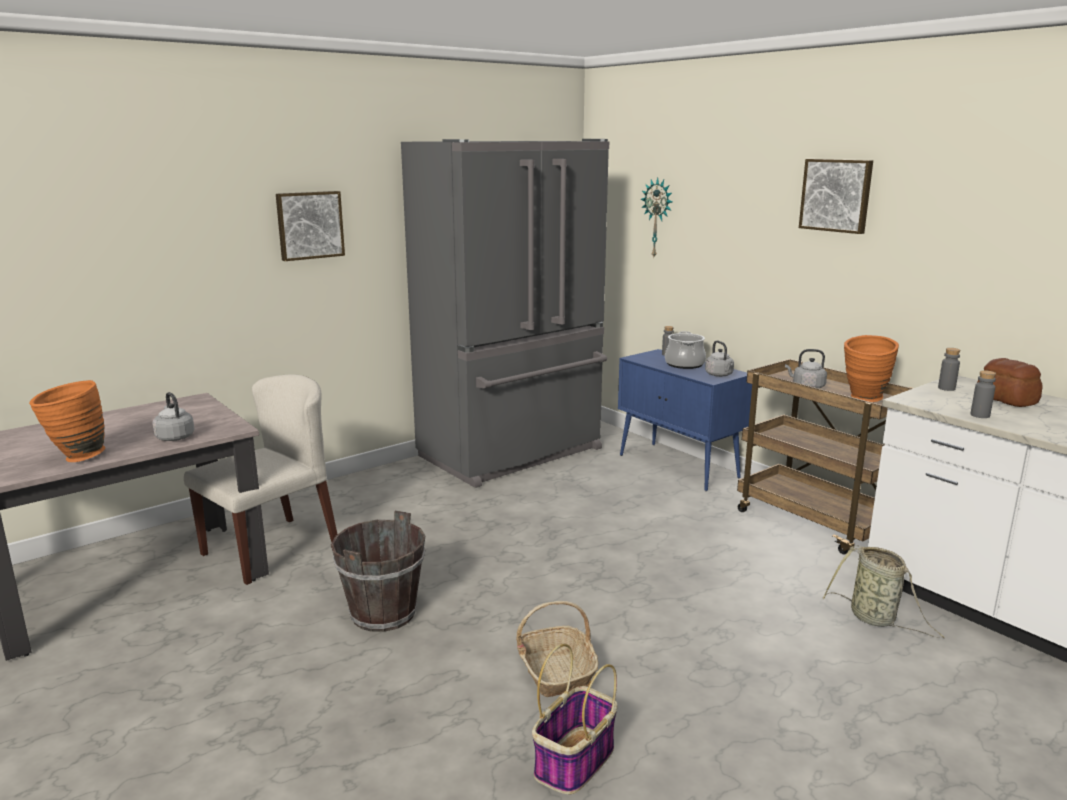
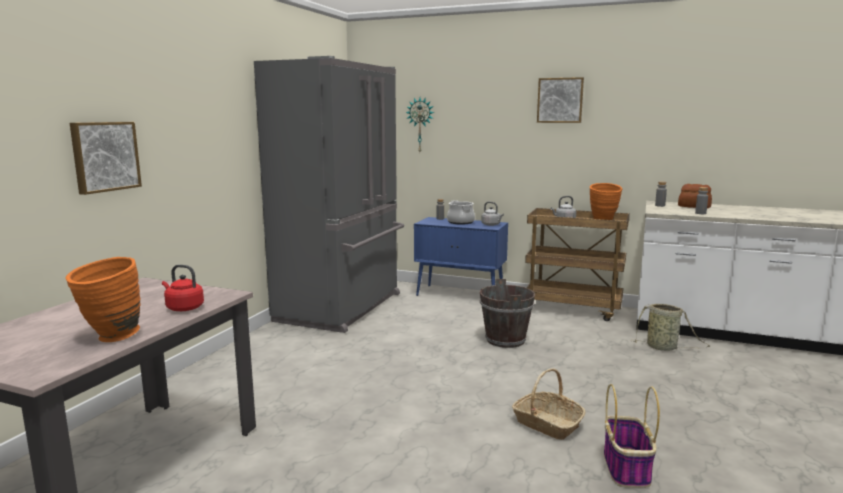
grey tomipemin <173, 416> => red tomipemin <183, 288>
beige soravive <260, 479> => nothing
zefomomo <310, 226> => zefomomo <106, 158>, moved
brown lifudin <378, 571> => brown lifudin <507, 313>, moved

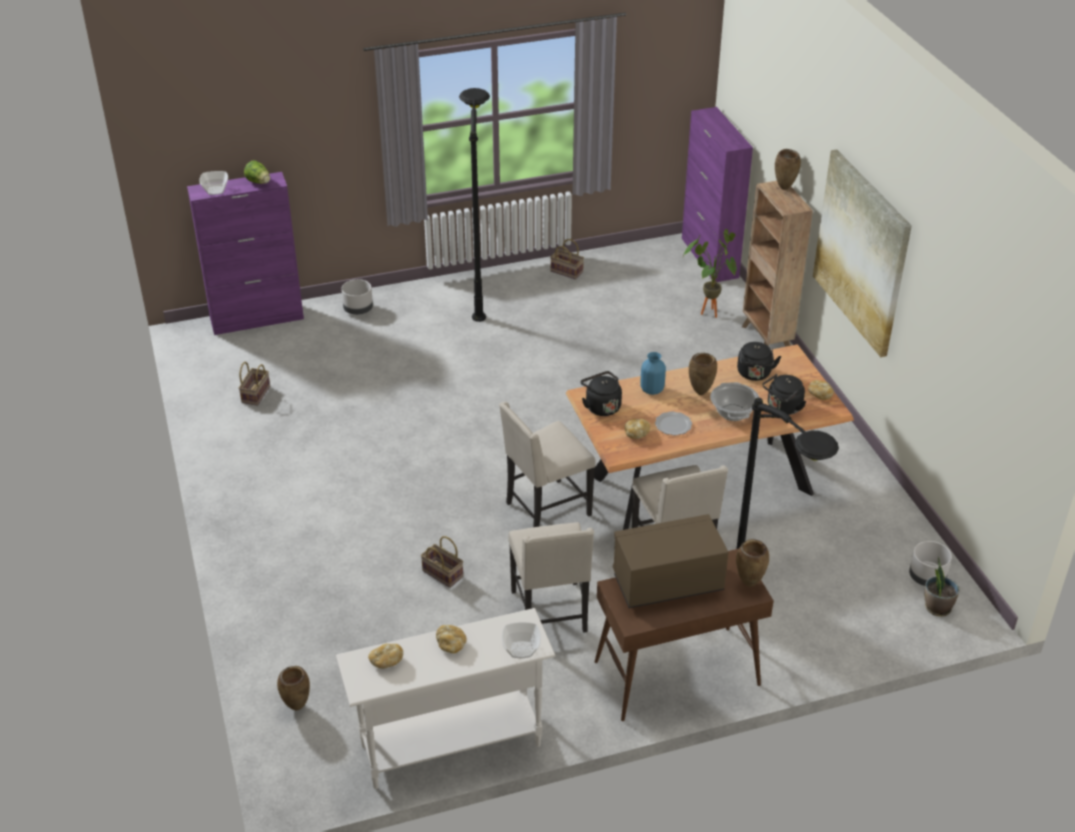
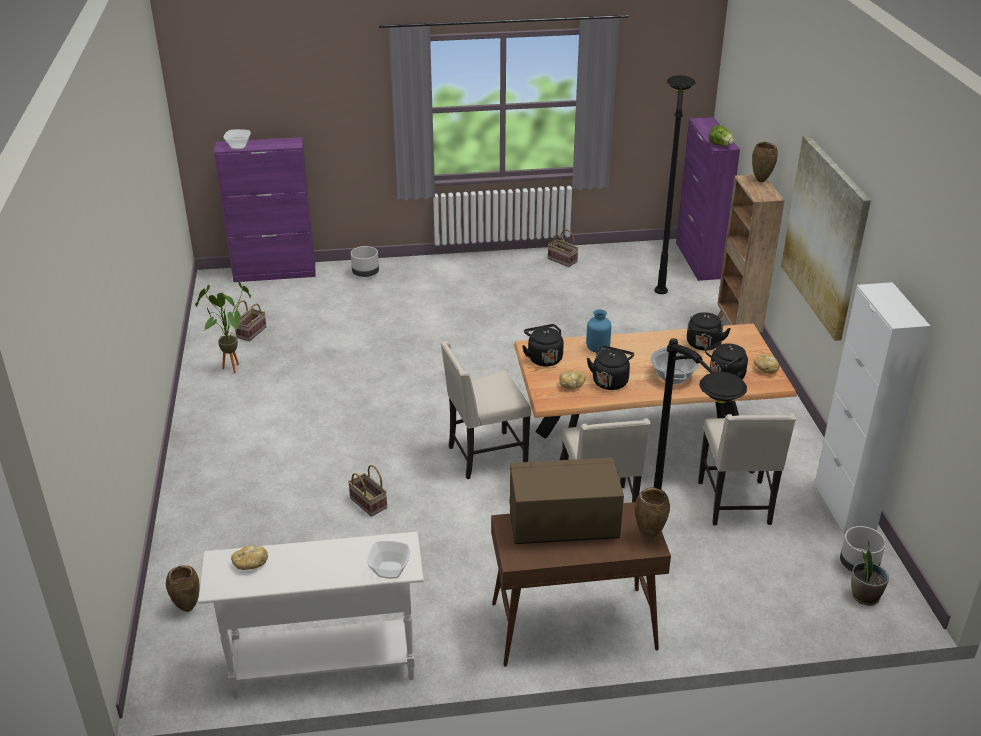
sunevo <257, 172> => sunevo <721, 135>, moved
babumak <451, 639> => nothing
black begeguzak <474, 205> => black begeguzak <675, 184>, moved
beige soravive <551, 577> => beige soravive <747, 469>, moved
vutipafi <673, 423> => black tomipemin <610, 368>
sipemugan <710, 273> => sipemugan <223, 328>, moved
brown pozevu <703, 374> => nothing
nothing => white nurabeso <872, 408>

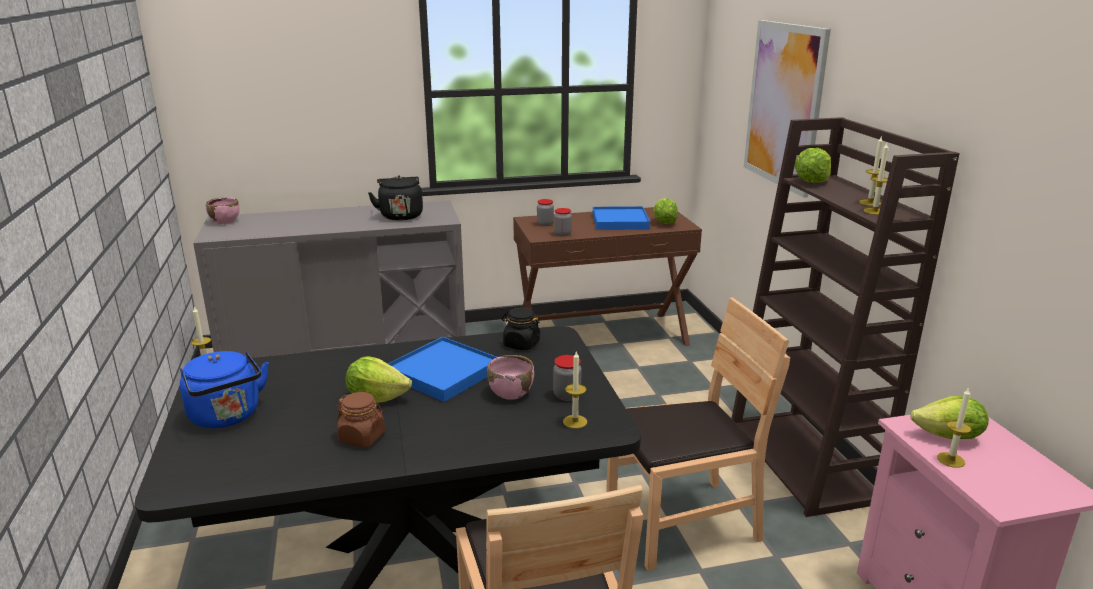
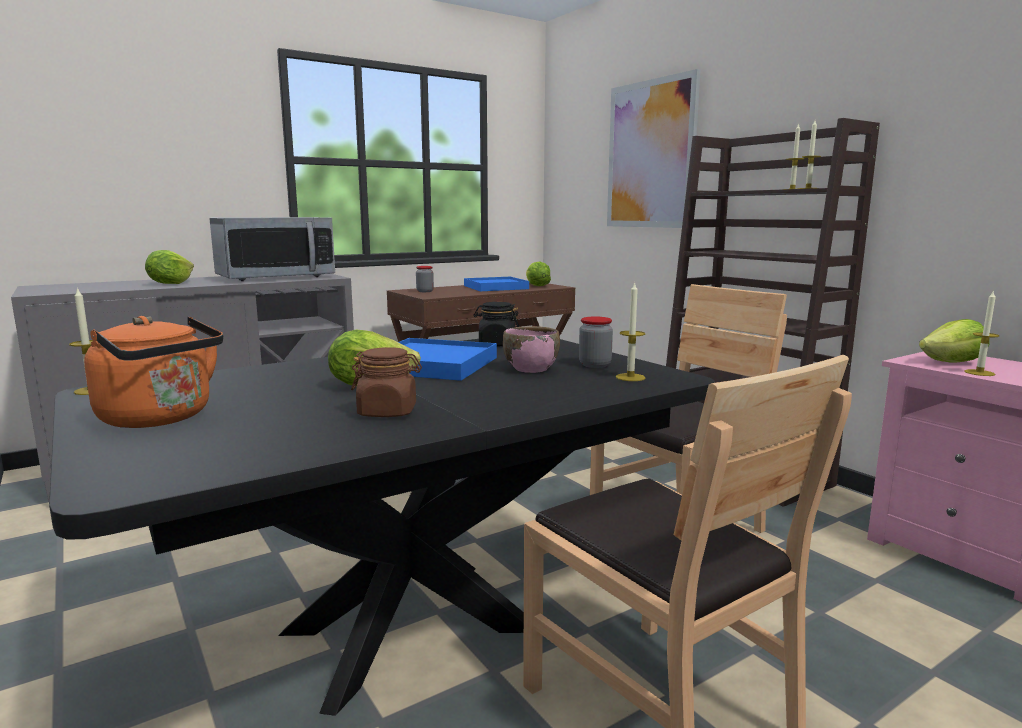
blue tomipemin <224, 389> => orange tomipemin <153, 372>
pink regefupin <222, 210> => nothing
black tomipemin <395, 198> => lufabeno <272, 249>
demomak <563, 222> => nothing
sunevo <812, 165> => sunevo <169, 267>, moved

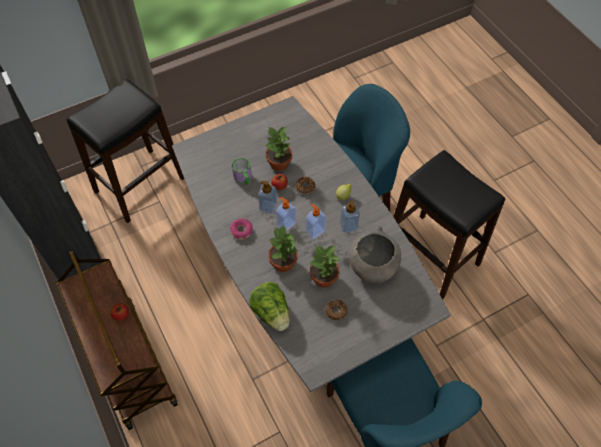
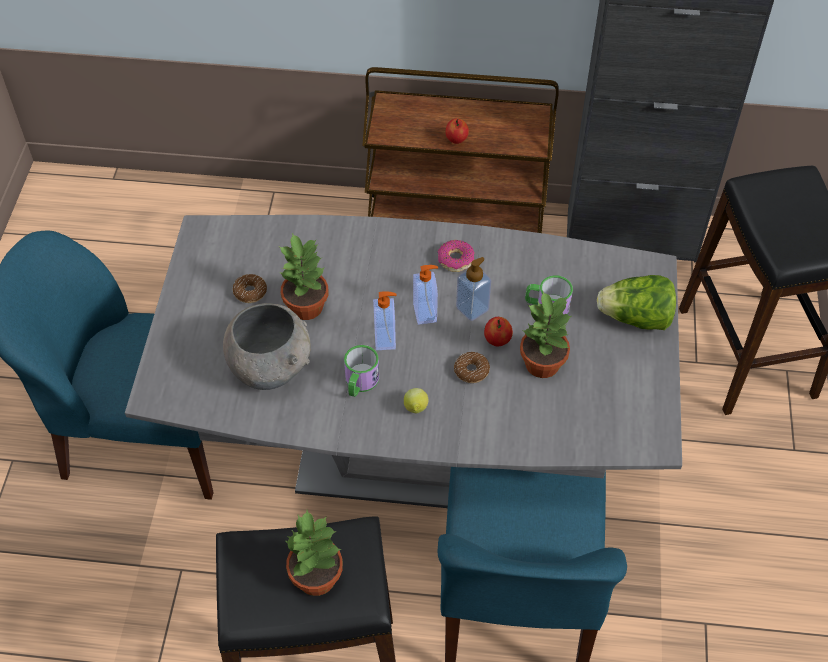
sunevo <269, 306> => sunevo <636, 302>, moved
sipemugan <283, 248> => sipemugan <314, 553>, moved
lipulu <350, 217> => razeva <361, 371>

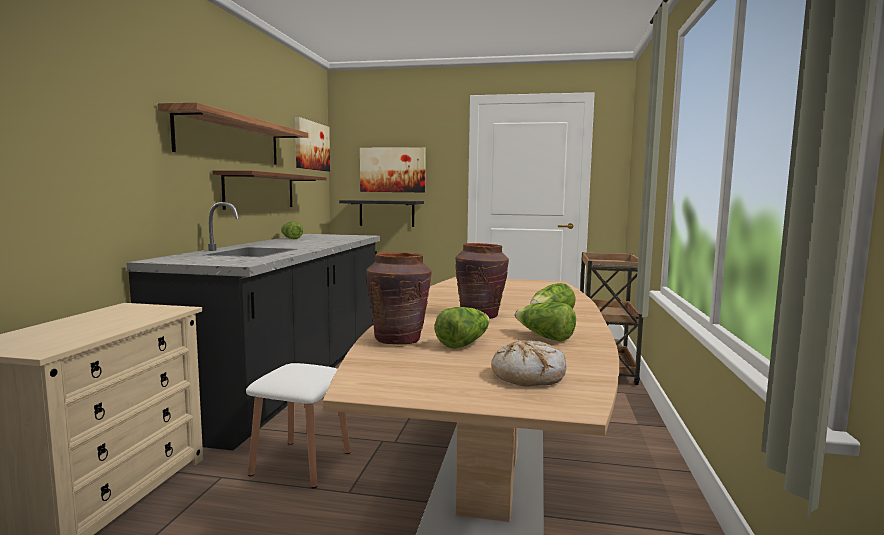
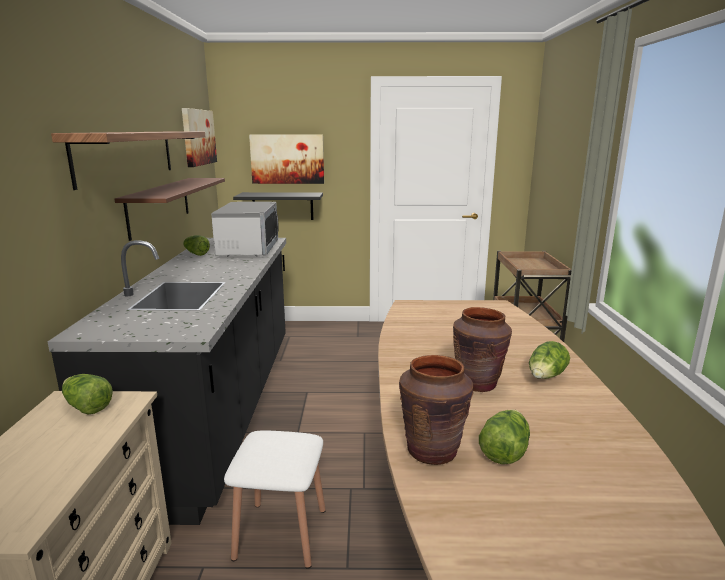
babumak <528, 363> => nothing
sunevo <545, 322> => sunevo <87, 394>, moved
nothing => lufabeno <245, 229>

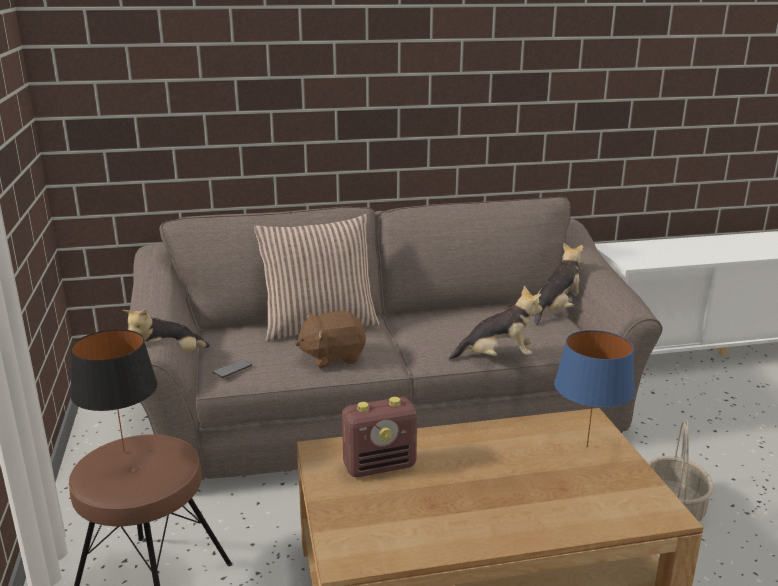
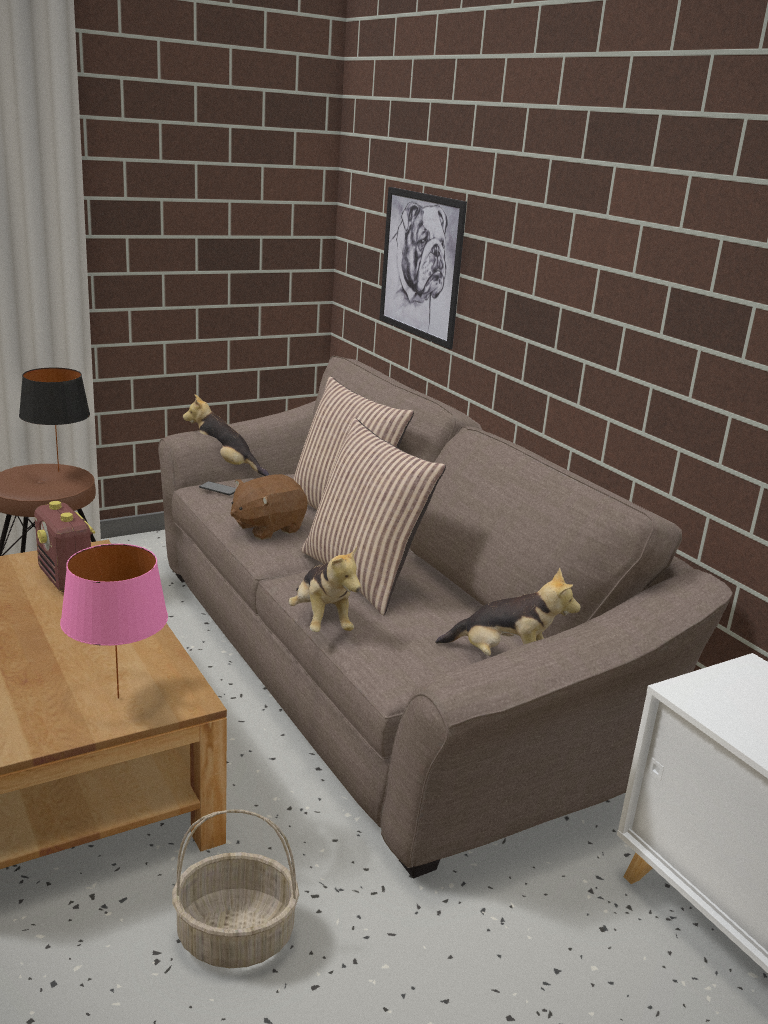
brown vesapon <330, 340> => brown vesapon <269, 507>, 90 degrees counterclockwise
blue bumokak <594, 388> => pink bumokak <114, 621>
nothing => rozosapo <373, 516>
nothing => zefomomo <423, 268>

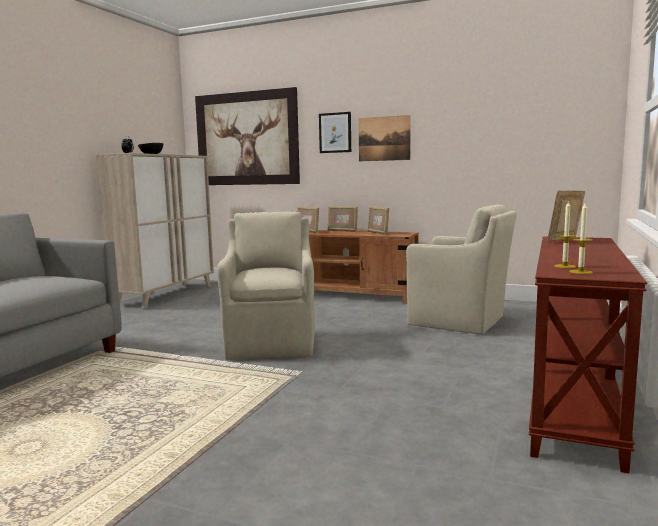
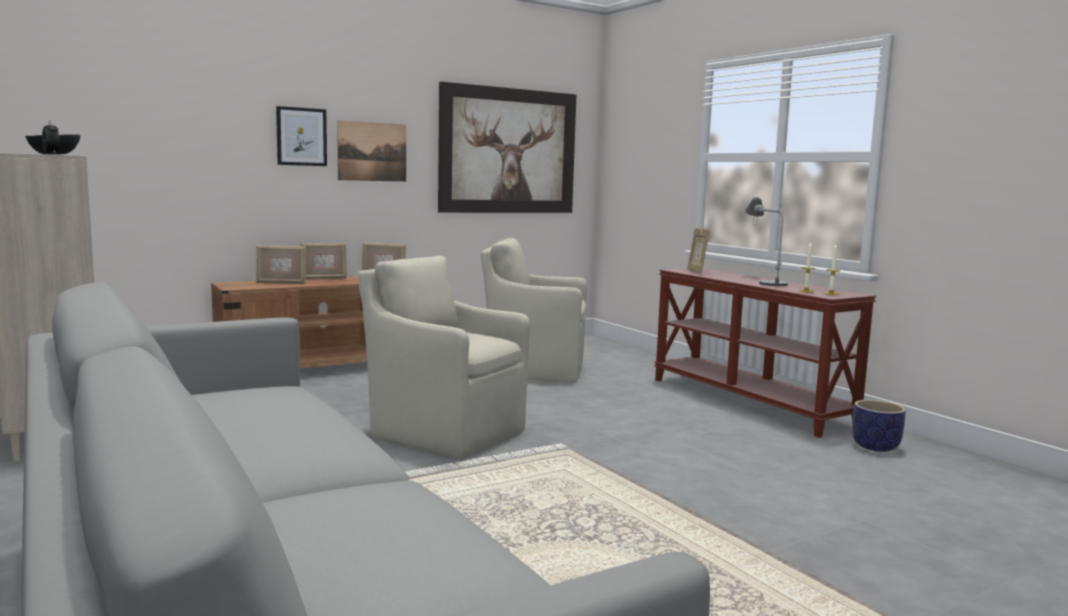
zefomomo <247, 136> => zefomomo <507, 147>, moved
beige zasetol <461, 270> => beige zasetol <534, 310>, 150 degrees counterclockwise
nothing => bumokak <766, 241>
nothing => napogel <879, 426>

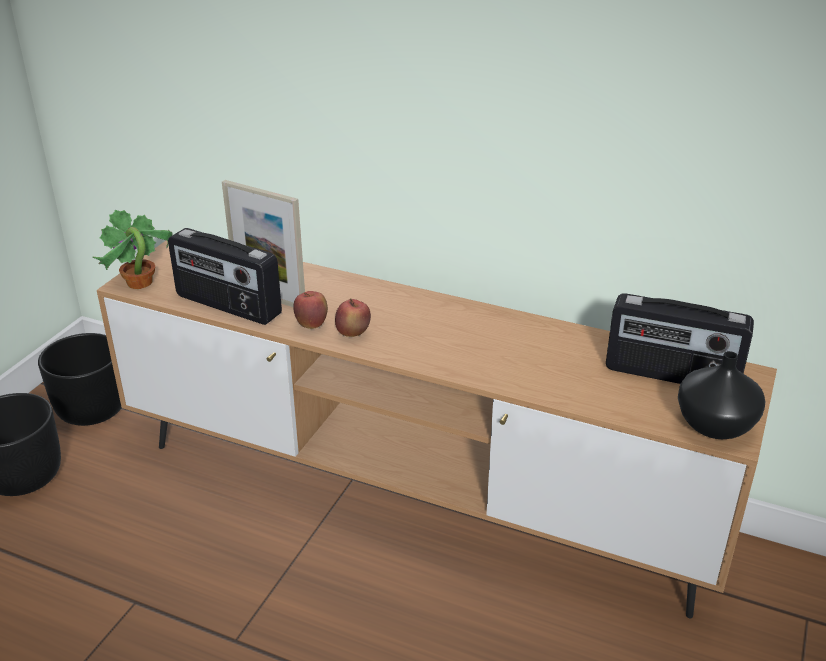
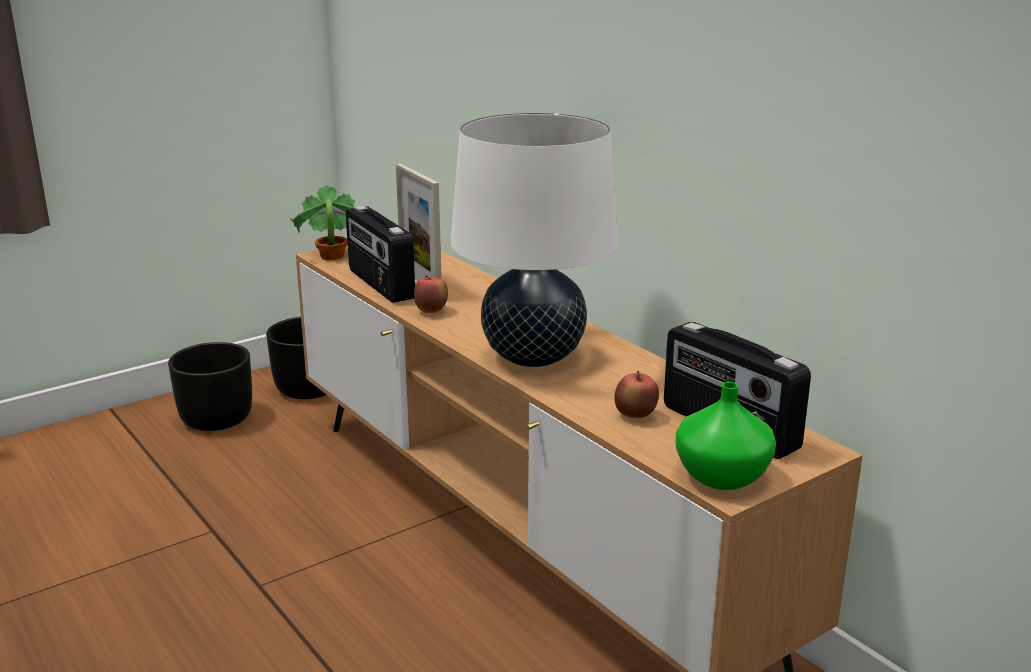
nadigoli <353, 318> => nadigoli <637, 394>, moved
black pozevu <721, 395> => green pozevu <726, 436>
nothing => white bumokak <534, 240>

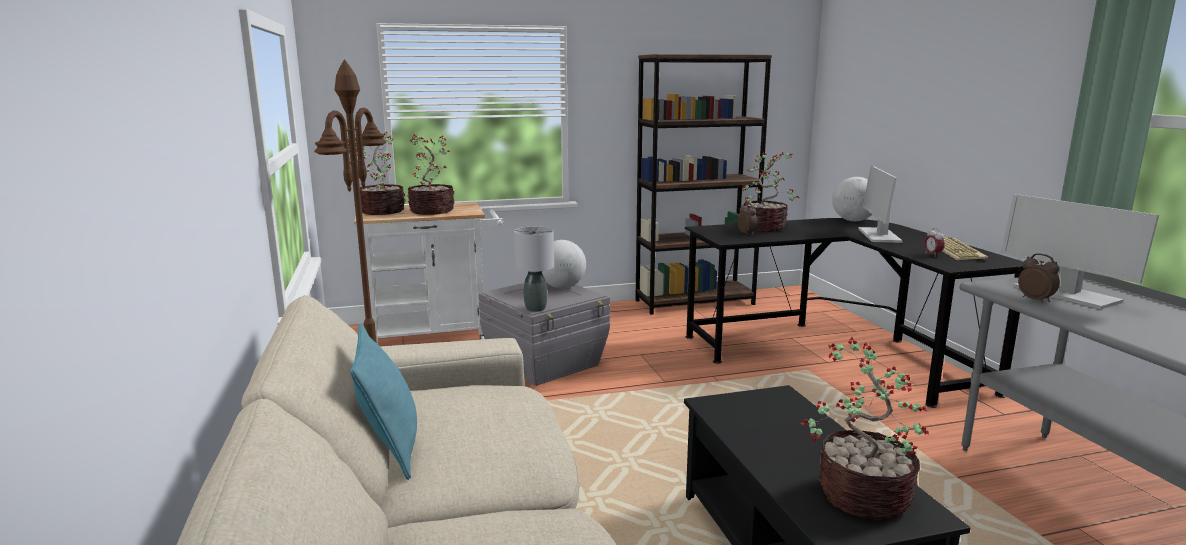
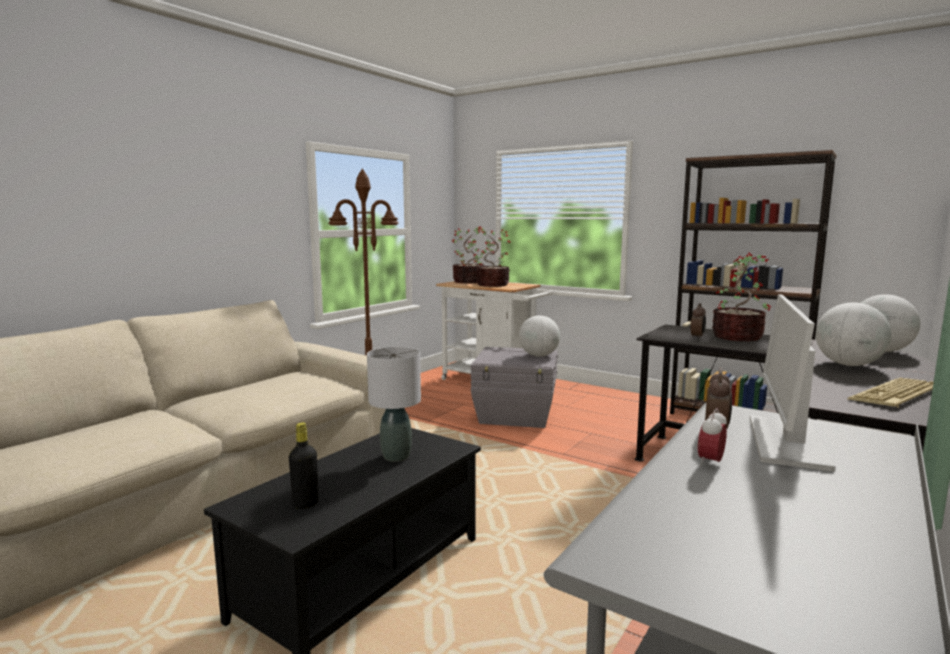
turquoise rozosapo <383, 401> => nothing
grey bumokak <534, 269> => grey bumokak <394, 404>, moved
sipemugan <864, 428> => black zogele <304, 465>
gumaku <880, 204> => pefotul <854, 334>
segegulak <934, 242> => segegulak <712, 437>, moved

